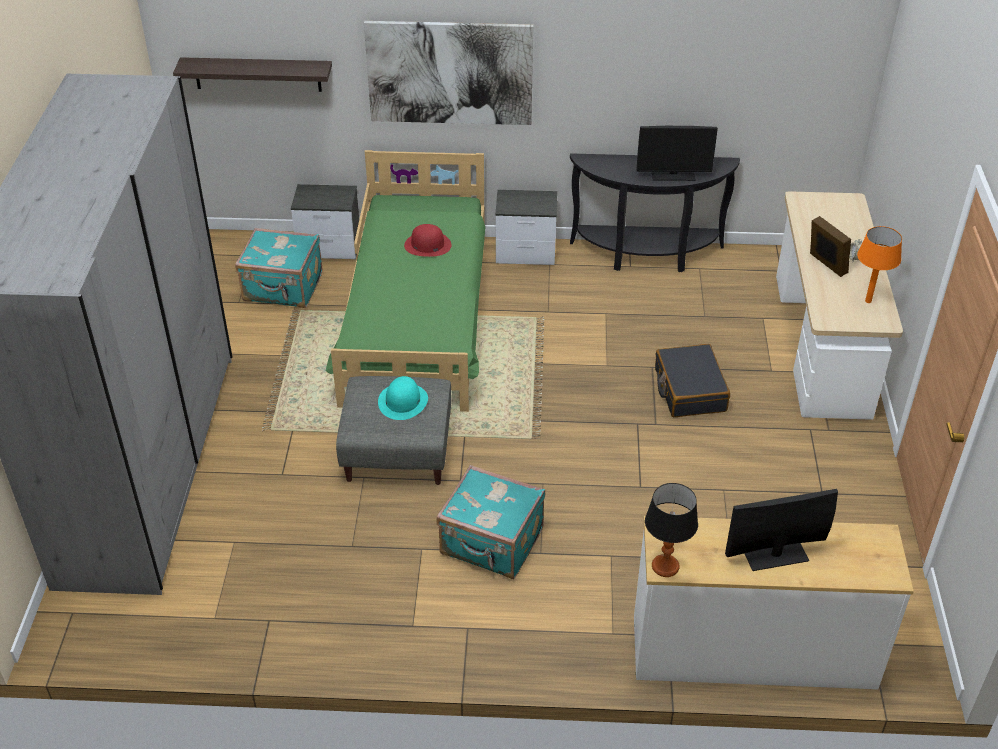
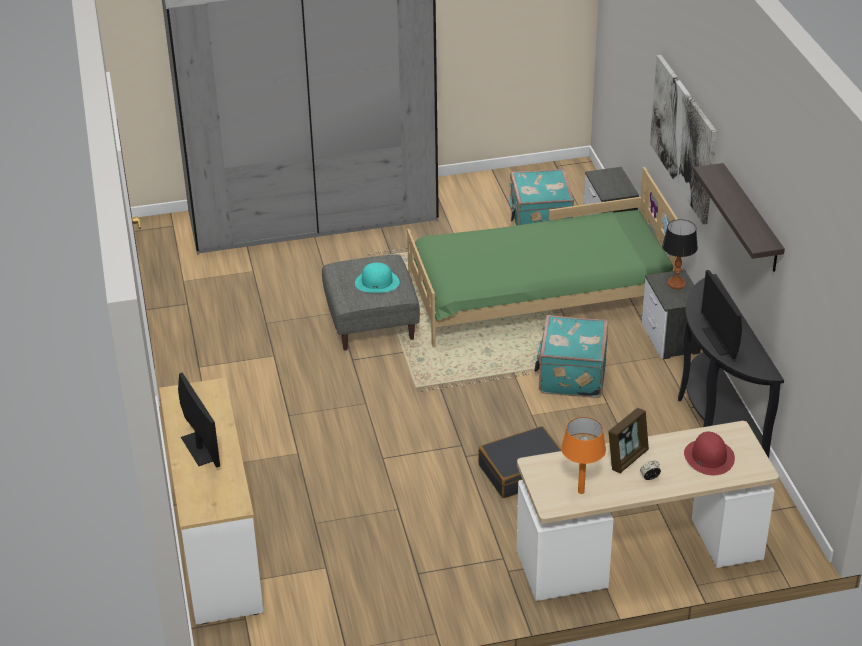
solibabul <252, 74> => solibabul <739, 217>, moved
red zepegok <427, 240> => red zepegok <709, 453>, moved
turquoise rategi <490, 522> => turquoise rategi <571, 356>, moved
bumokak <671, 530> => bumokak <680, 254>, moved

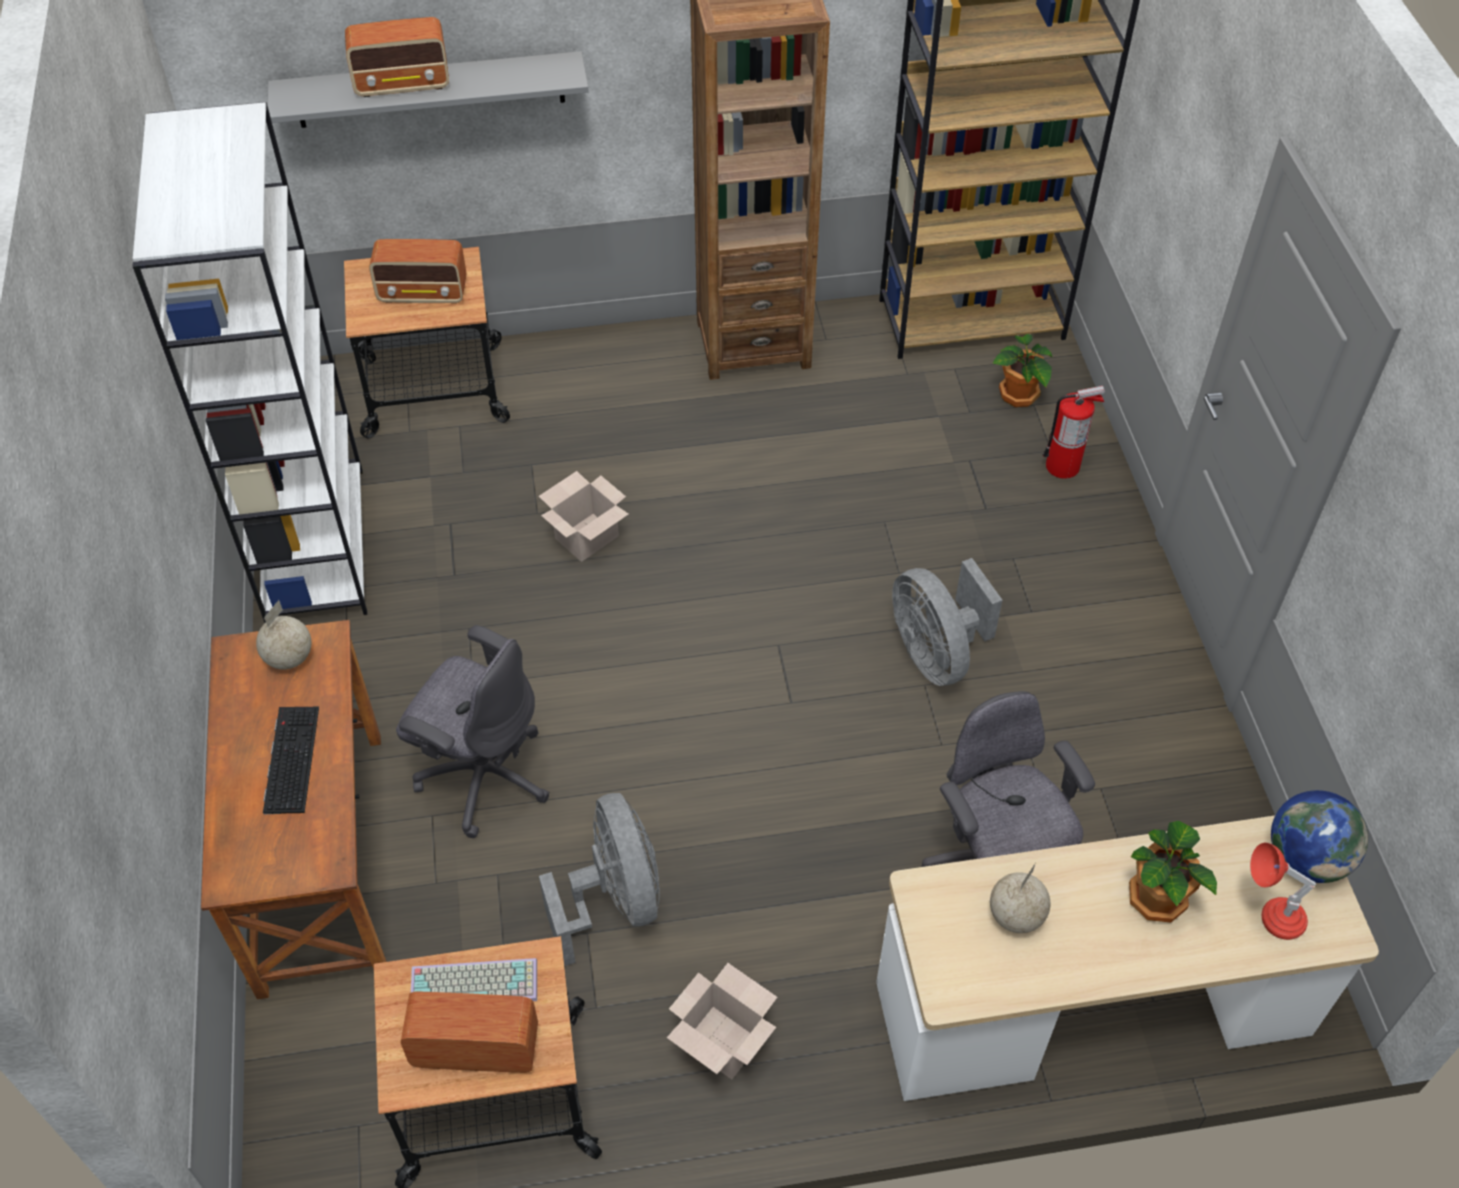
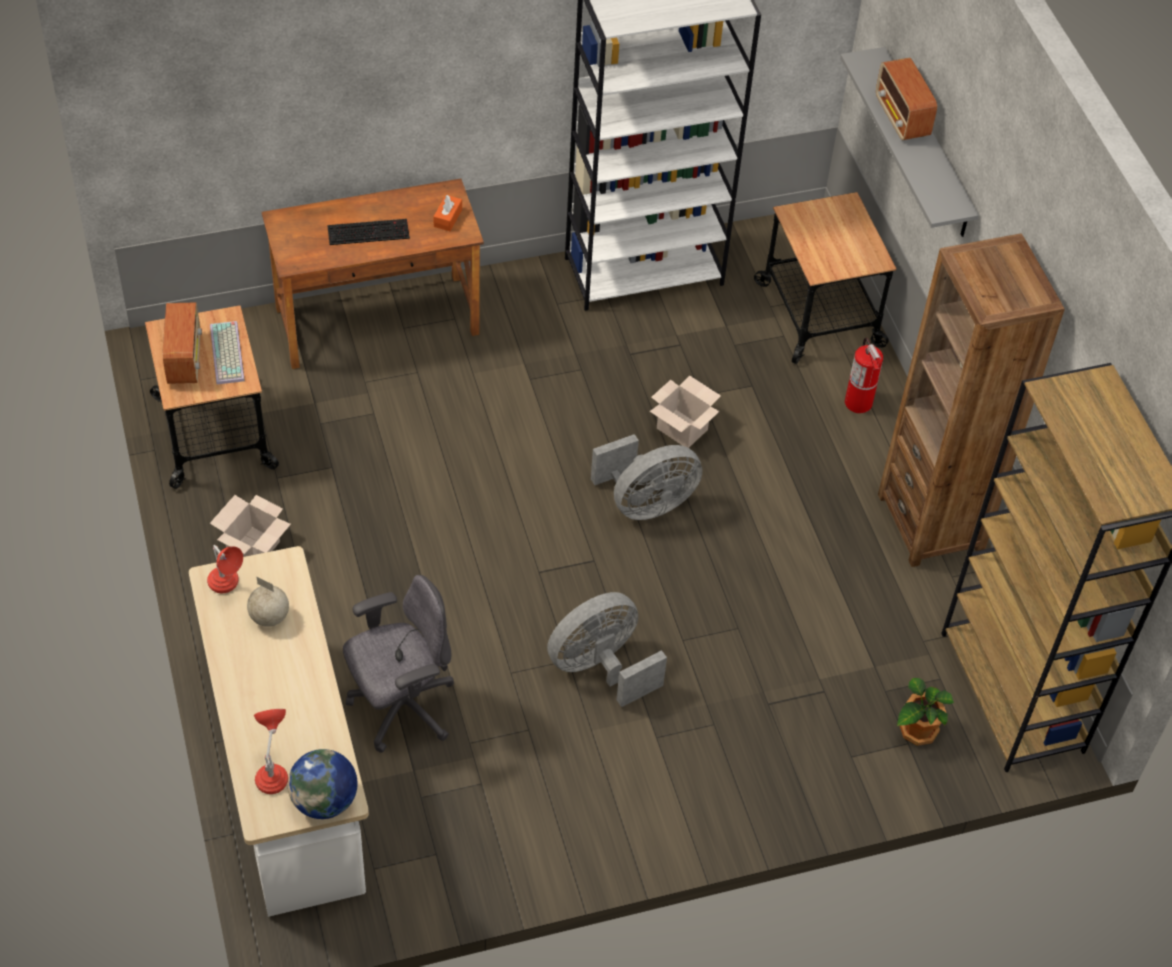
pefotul <283, 634> => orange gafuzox <448, 213>
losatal <417, 271> => nothing
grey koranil <473, 731> => nothing
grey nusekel <599, 879> => grey nusekel <646, 477>, moved
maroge <1074, 432> => maroge <864, 375>, moved
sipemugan <1173, 871> => nothing
nothing => red bumokak <225, 569>

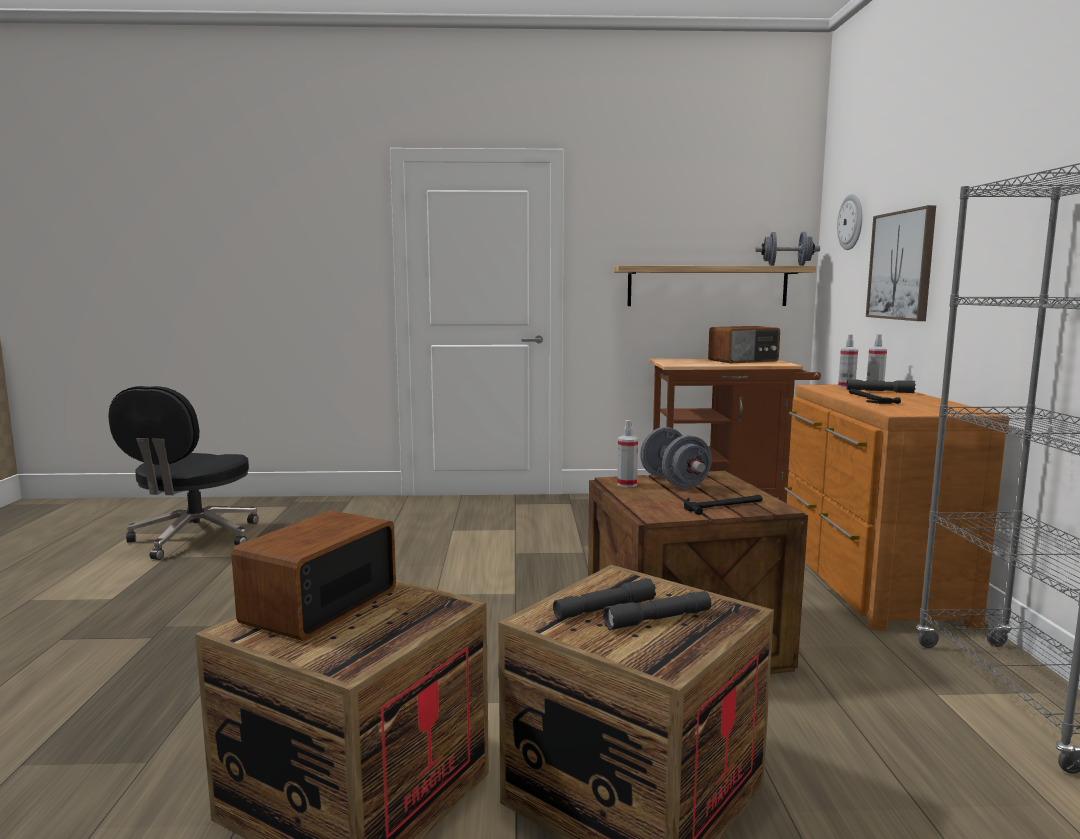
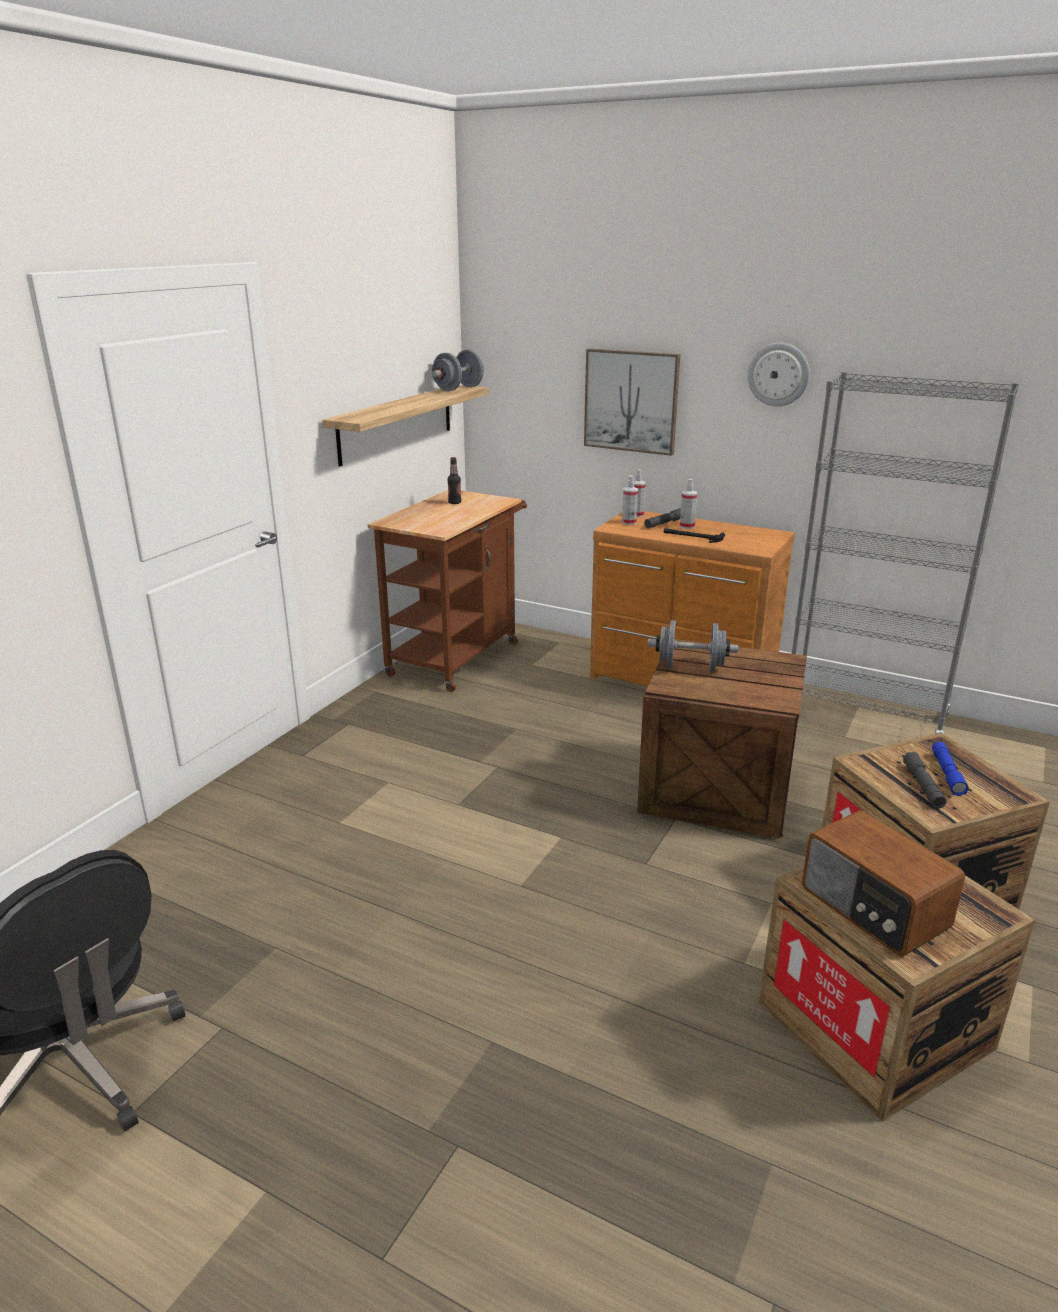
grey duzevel <657, 610> => blue duzevel <950, 769>
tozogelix <627, 453> => tozogelix <688, 504>, moved
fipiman <723, 505> => nothing
losatal <744, 344> => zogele <454, 480>
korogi <850, 222> => korogi <778, 375>, moved

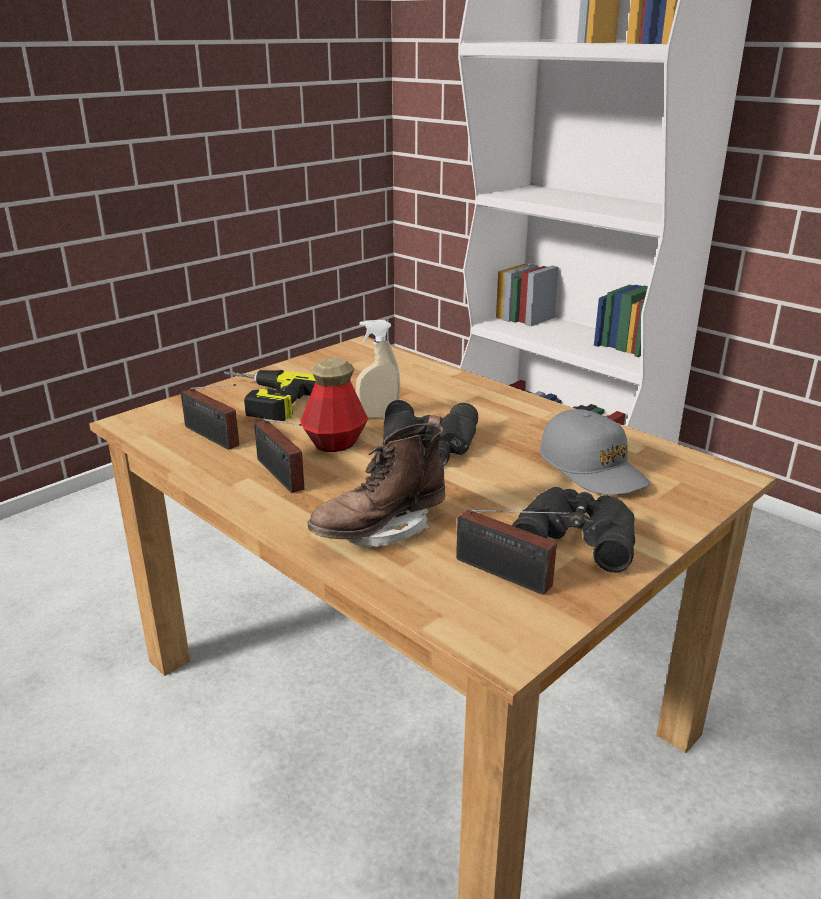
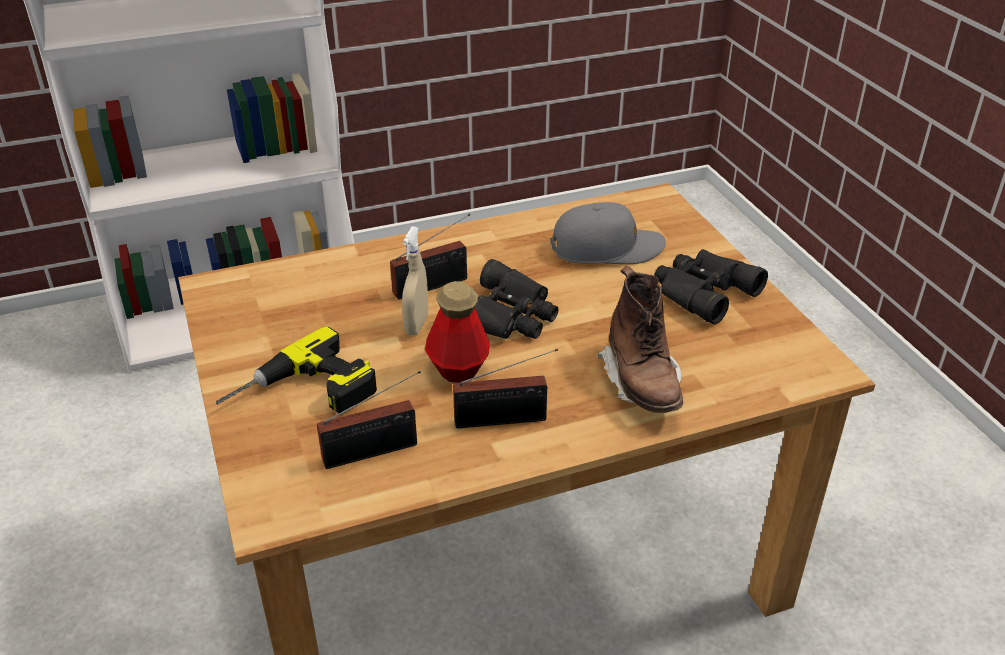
losatal <513, 552> => losatal <430, 257>, moved

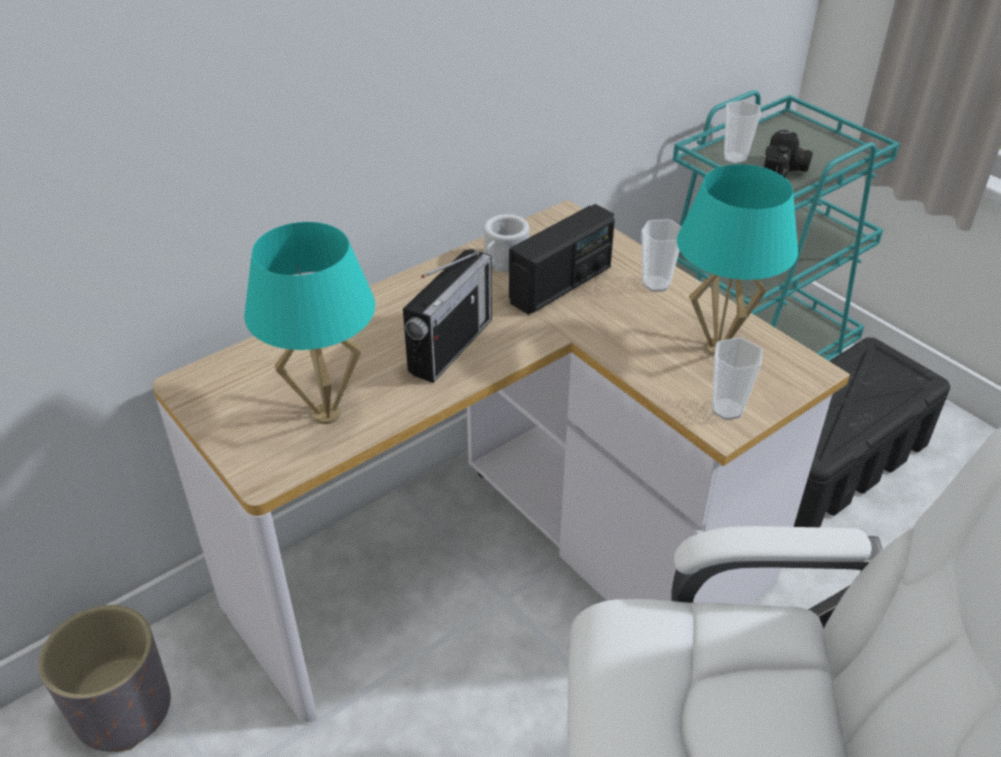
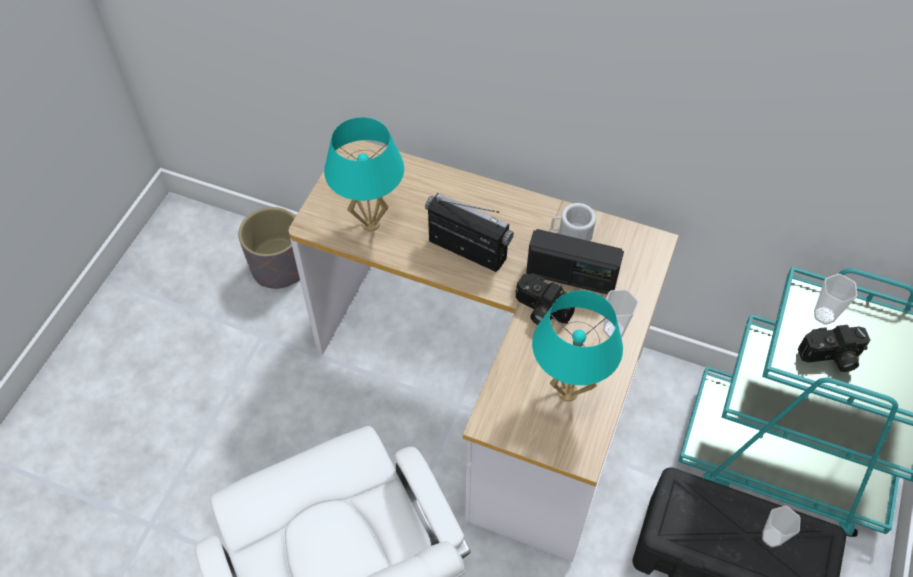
losatal <449, 316> => losatal <469, 232>, 150 degrees counterclockwise
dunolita <737, 378> => dunolita <781, 527>, moved
nothing => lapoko <545, 299>

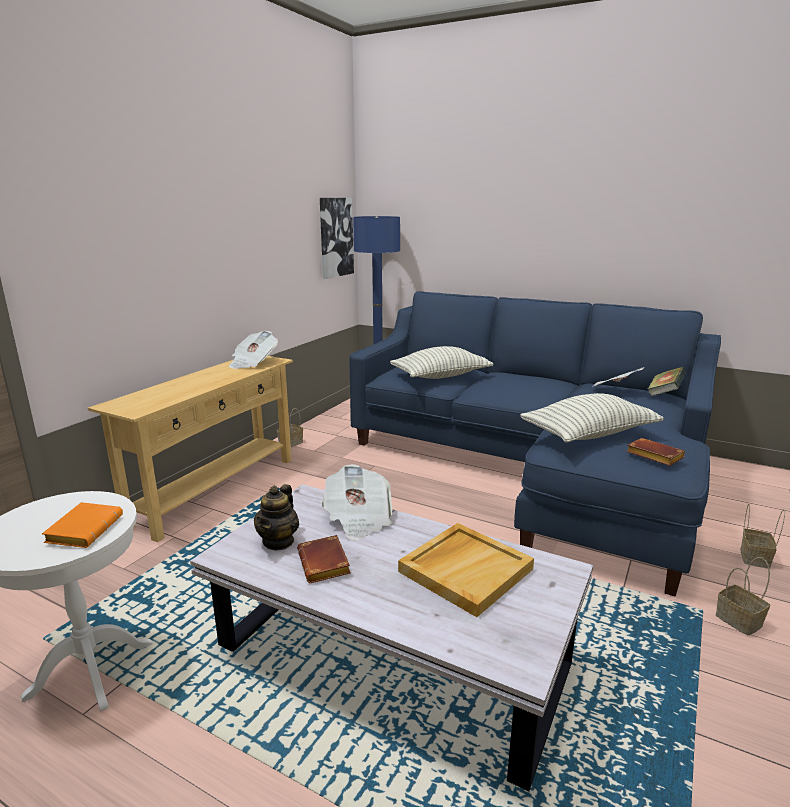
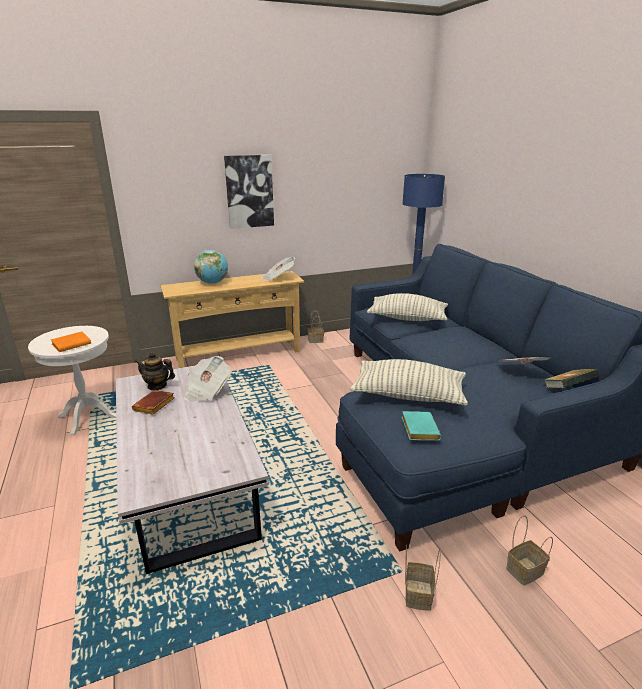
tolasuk <276, 517> => tolasuk <155, 371>, 45 degrees clockwise
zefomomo <337, 238> => zefomomo <249, 192>, moved
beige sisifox <466, 570> => nothing
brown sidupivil <655, 452> => turquoise sidupivil <421, 426>
nothing => pefotul <211, 267>

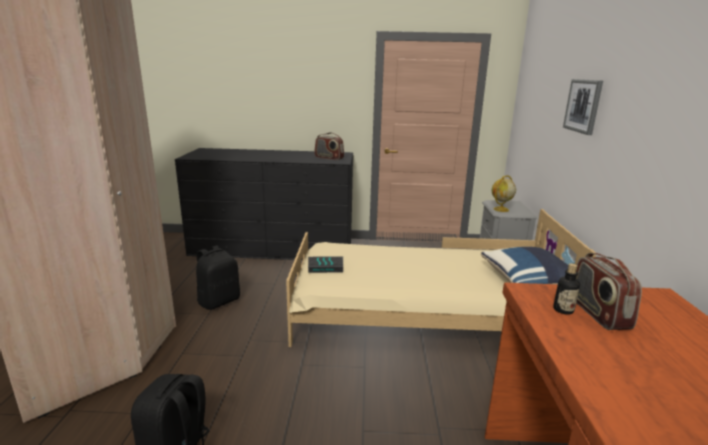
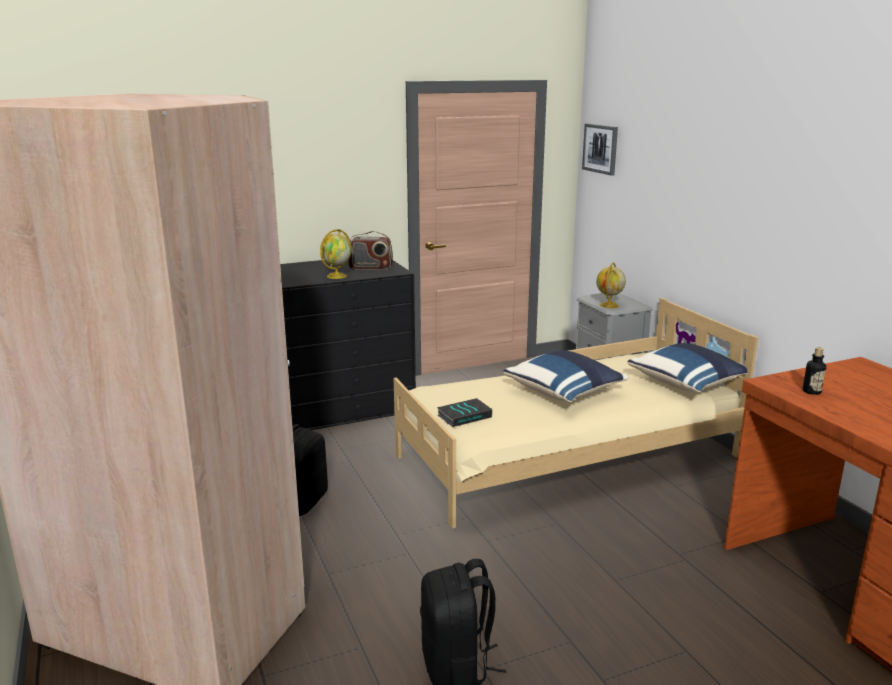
zefomomo <583, 107> => zefomomo <600, 149>, moved
losatal <609, 291> => nothing
nothing => pefotul <336, 254>
nothing => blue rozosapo <565, 376>

